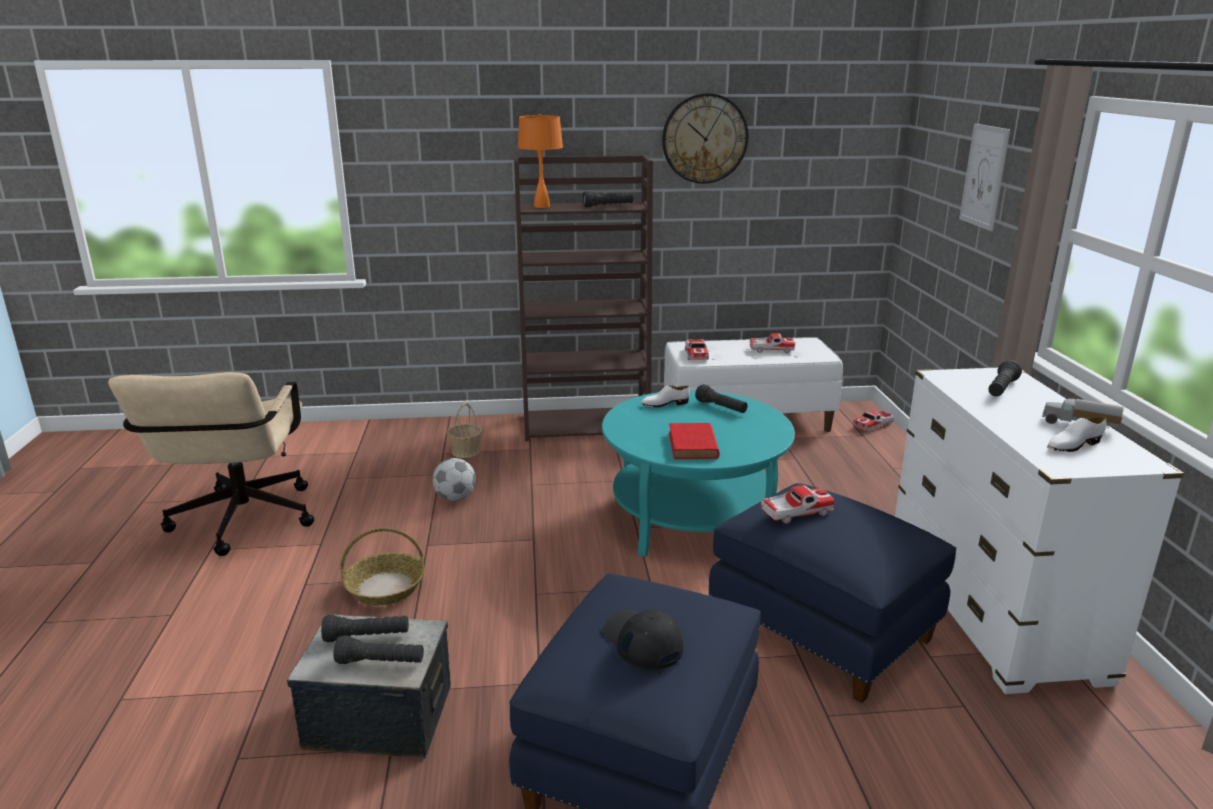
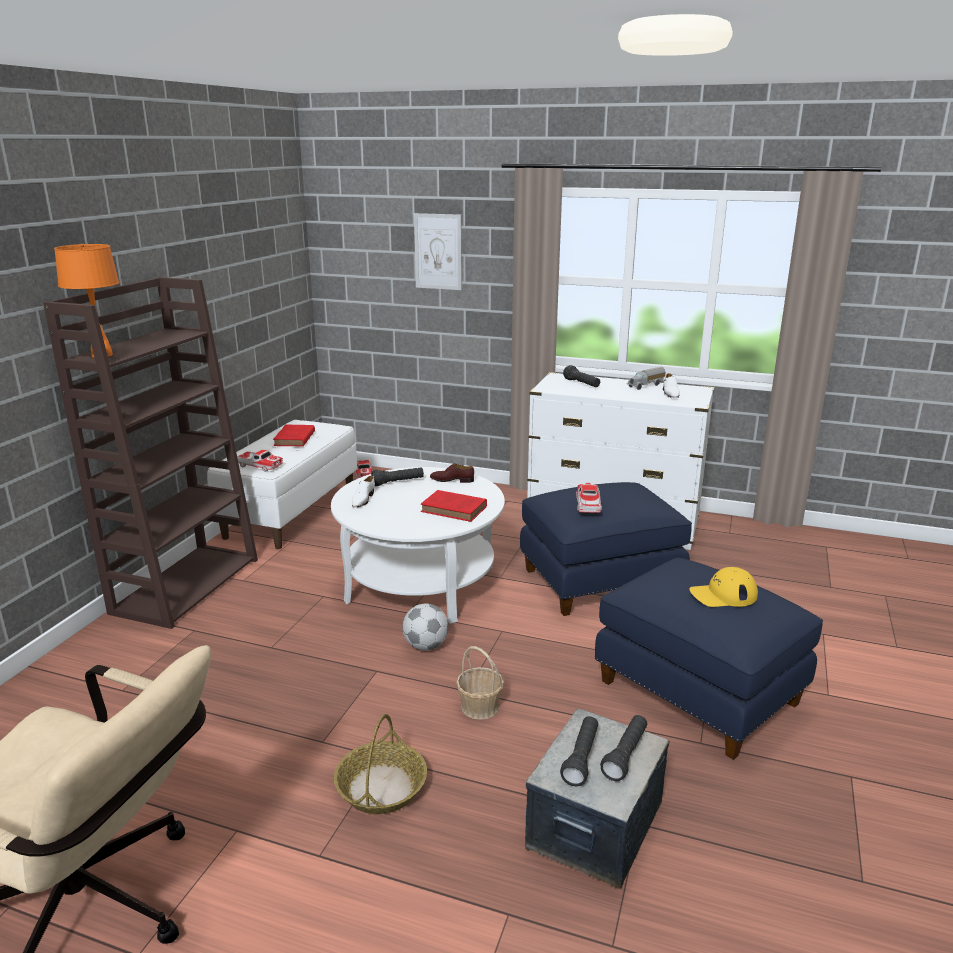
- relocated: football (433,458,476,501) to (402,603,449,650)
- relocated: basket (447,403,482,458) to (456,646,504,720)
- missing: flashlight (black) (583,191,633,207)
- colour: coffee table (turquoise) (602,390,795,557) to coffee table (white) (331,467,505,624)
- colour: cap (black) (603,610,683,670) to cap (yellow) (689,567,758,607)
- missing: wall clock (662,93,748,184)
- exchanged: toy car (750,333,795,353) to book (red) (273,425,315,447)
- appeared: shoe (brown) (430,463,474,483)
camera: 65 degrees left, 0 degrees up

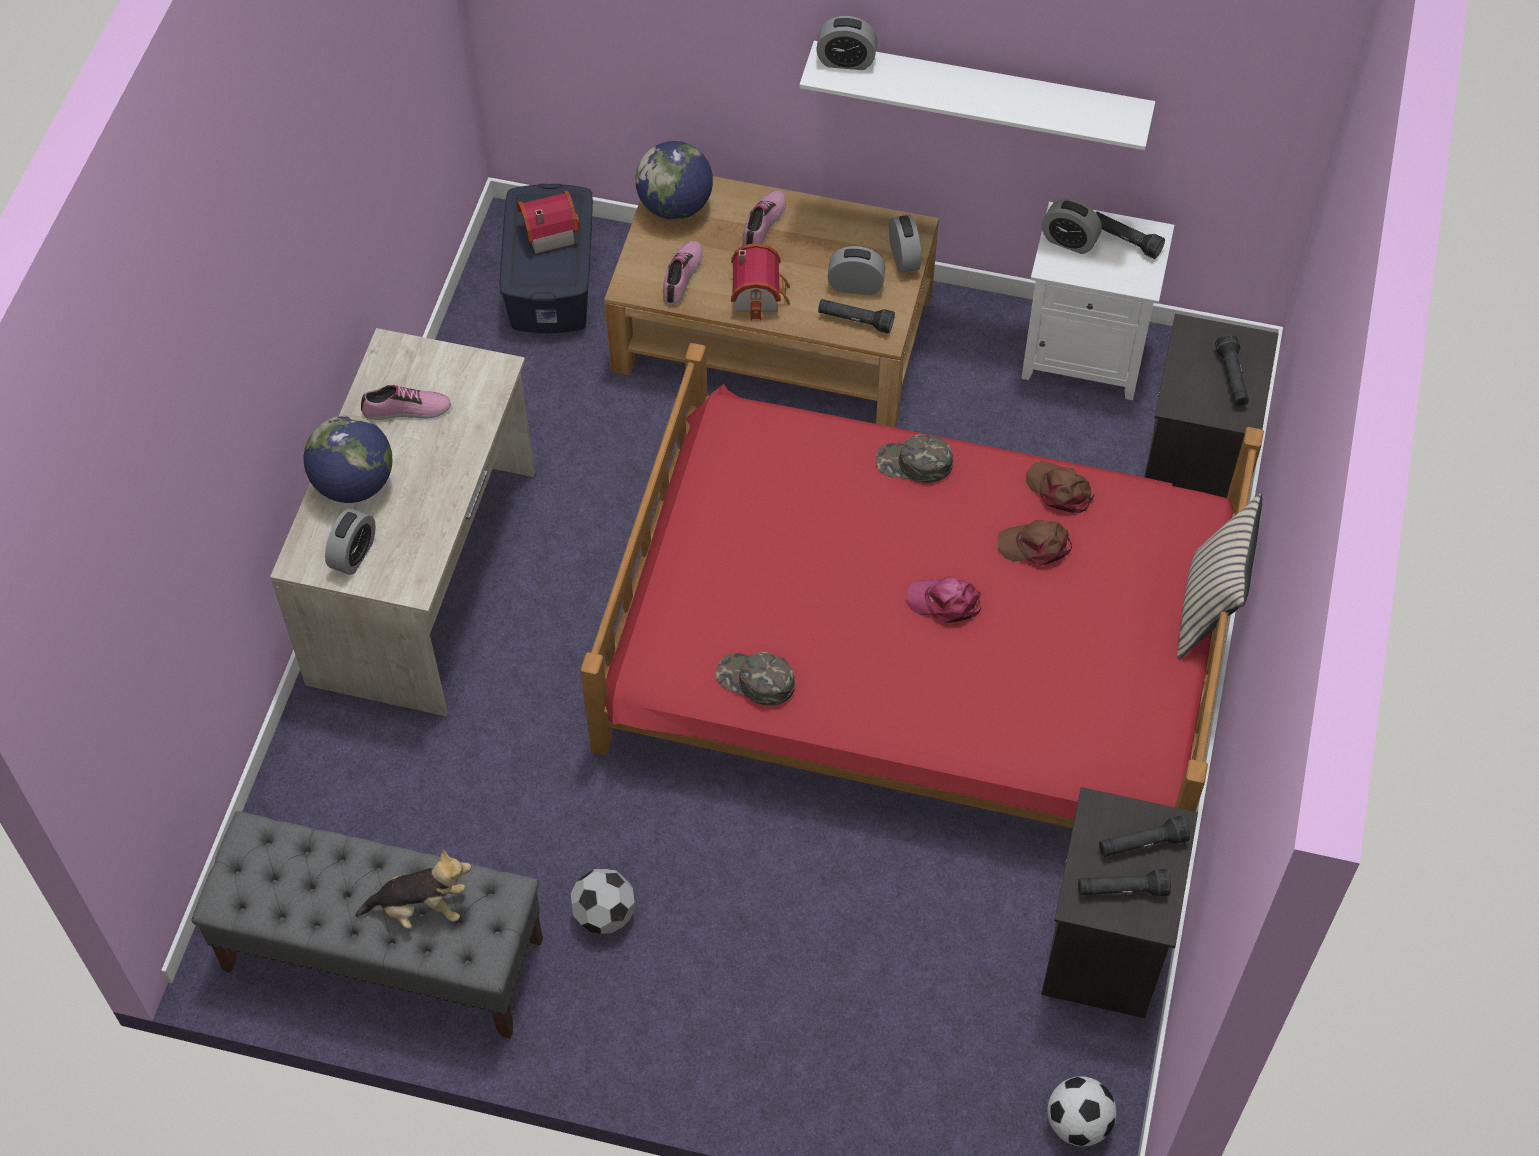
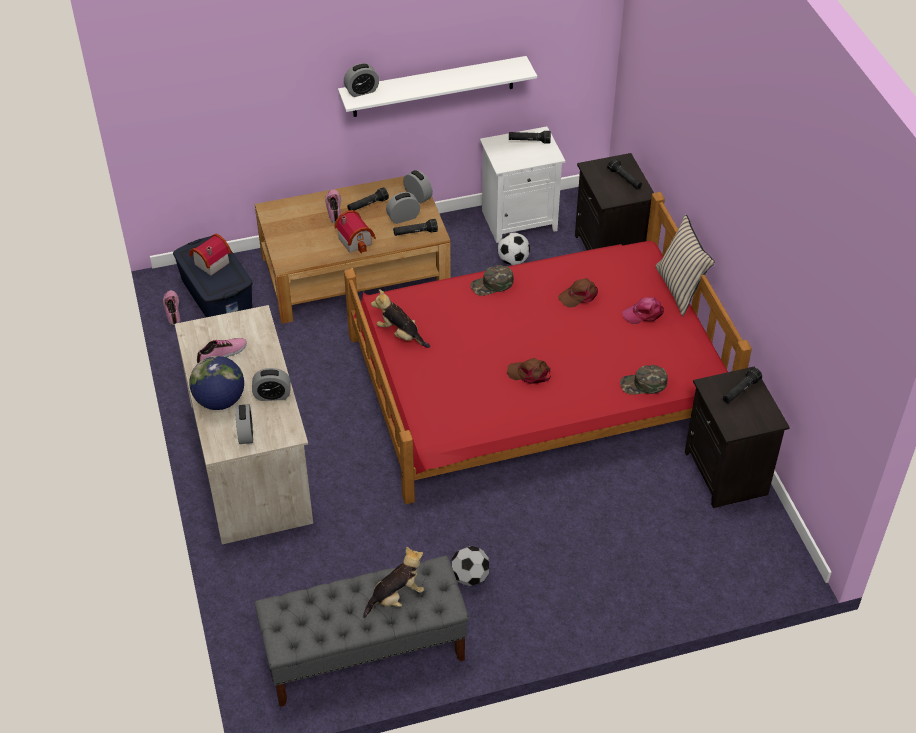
- missing: globe (635,141,713,220)
- relocated: shoe (663,241,703,305) to (163,290,180,325)
- relocated: cap (green) (716,652,795,706) to (620,365,668,395)
- relocated: cap (pink) (906,577,981,623) to (622,297,664,324)
- relocated: cap (brown) (1026,461,1095,513) to (507,358,551,384)
- relocated: alarm clock (1042,199,1102,254) to (252,368,291,401)
- relocated: football (1047,1076,1116,1146) to (498,233,530,265)
- relocated: flashlight (black) (1078,869,1171,897) to (347,187,389,211)
- appeared: plush toy (371,289,430,348)
camera: 30 degrees left, 10 degrees down

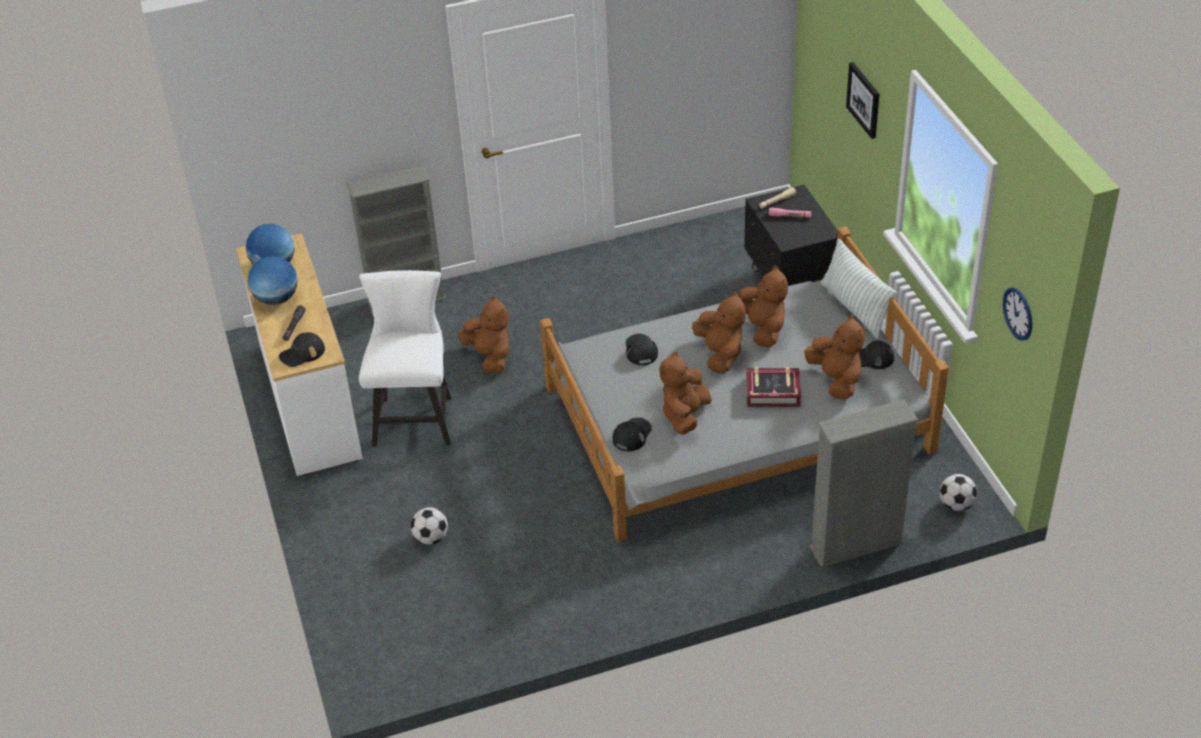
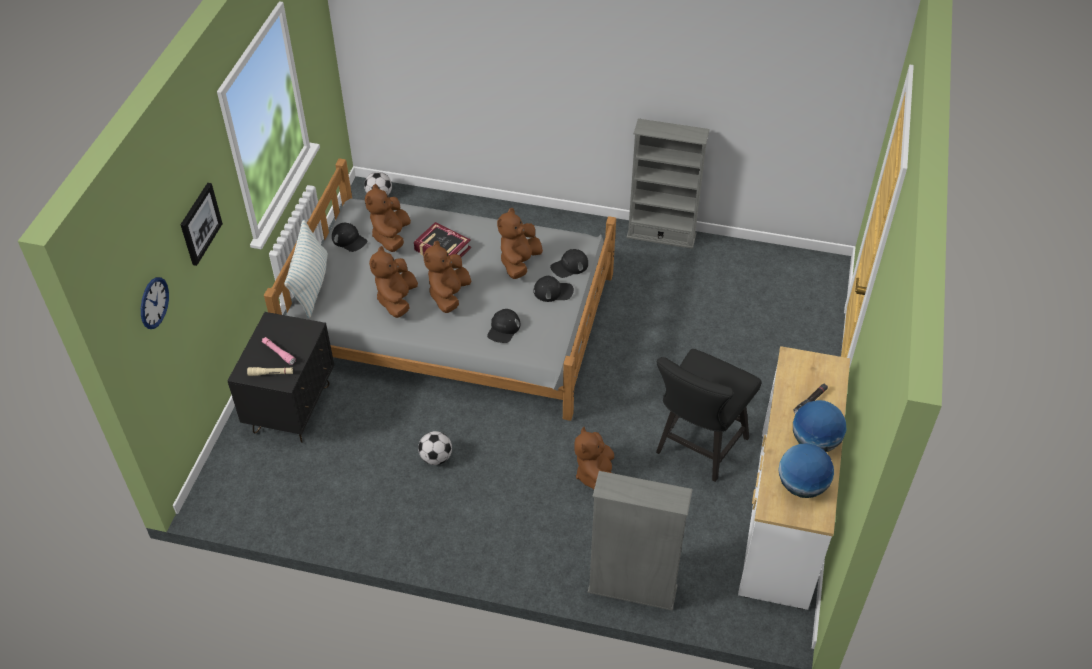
- relocated: cap (black) (279,332,325,367) to (533,276,574,302)
- colour: chair (white) (359,270,451,447) to chair (black) (656,349,762,482)
- relocated: football (411,507,448,545) to (418,431,452,465)
- spun: plush toy (brown) (659,351,712,434) = (497,208,543,279) 150 degrees clockwise
- relocated: bookcase (grey) (809,399,918,568) to (626,119,710,249)
- relocated: wall clock (1003,287,1032,341) to (141,277,169,329)
camera: 150 degrees left, 5 degrees up

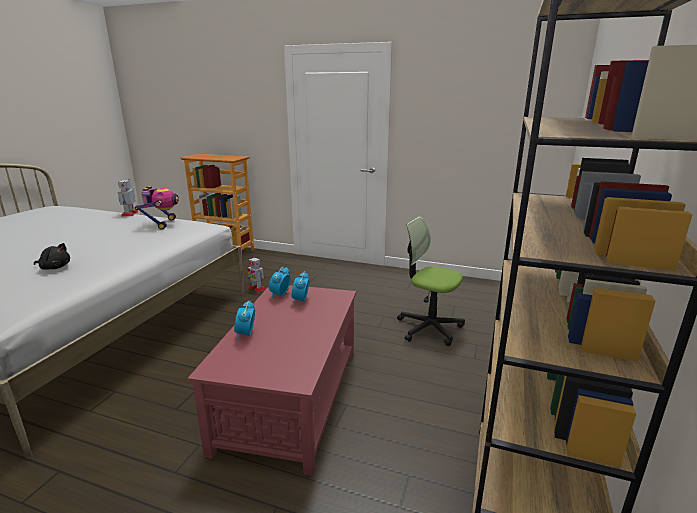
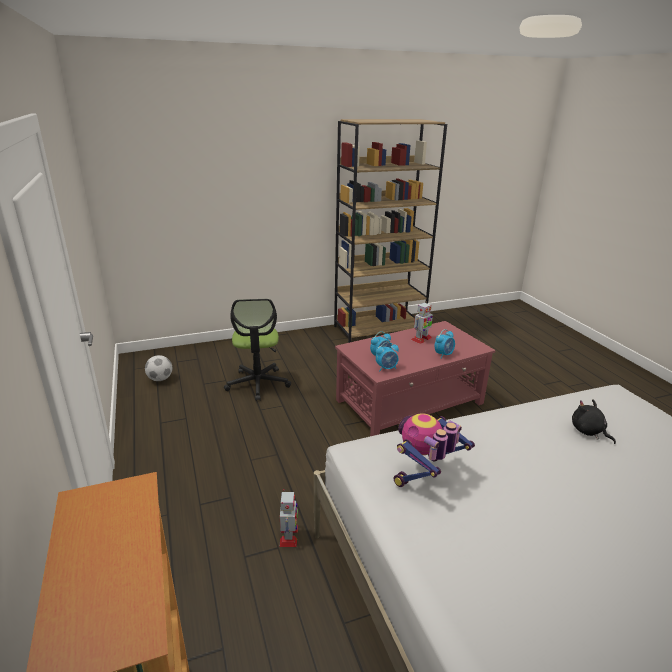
- relocated: toy robot (118,179,139,217) to (411,302,433,344)
- appeared: football (145,355,172,381)
camera: 130 degrees left, 5 degrees up

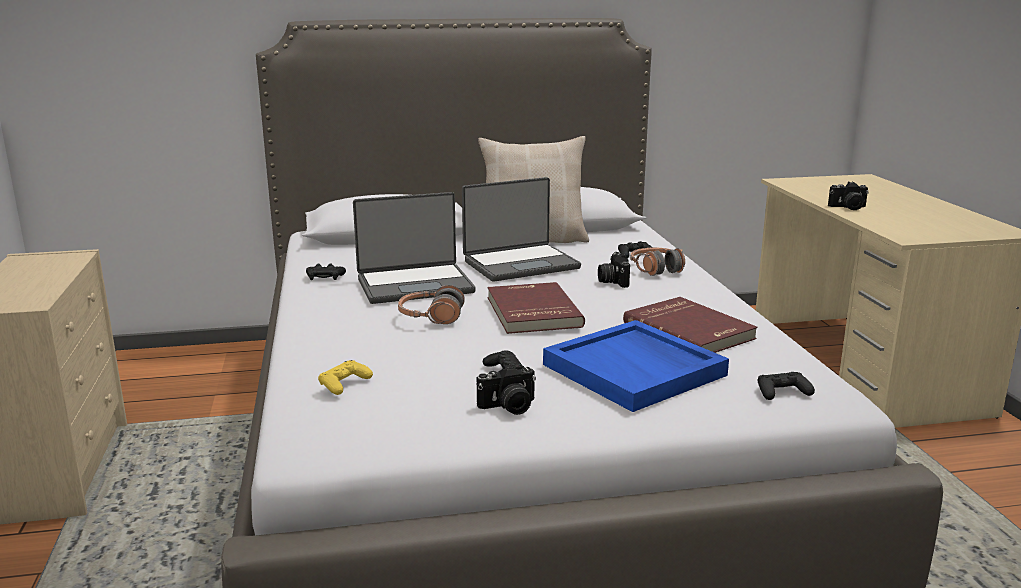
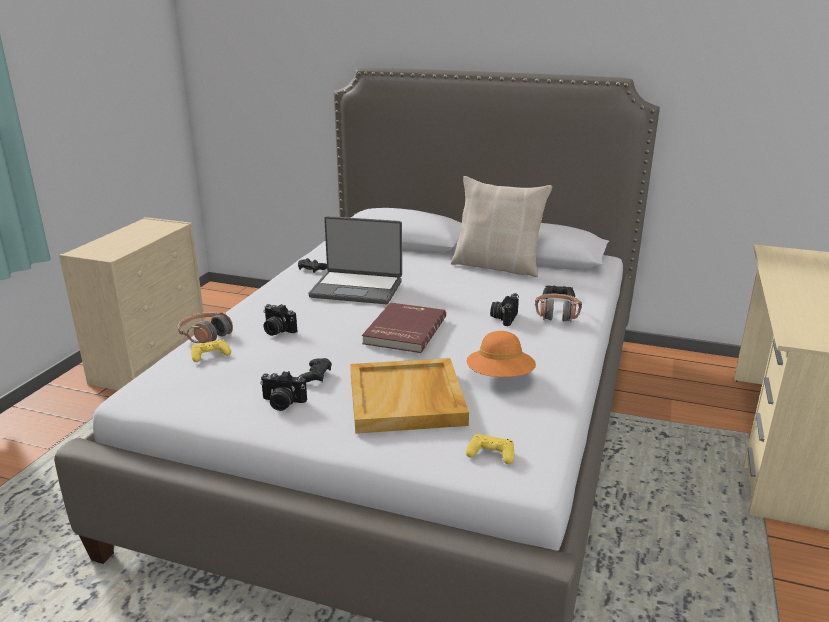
- relocated: headphones (398,285,465,324) to (178,312,233,343)
- missing: laptop (462,177,581,282)
- colour: tray (blue) (543,320,729,412) to tray (beige) (350,358,469,434)
- exchanged: book (red) (623,297,758,353) to hat (orange) (467,331,536,377)
- colour: game controller (black) (757,372,815,400) to game controller (yellow) (466,434,514,464)
- relocated: photo camera (828,182,869,210) to (263,304,297,336)
camera: 30 degrees right, 5 degrees up

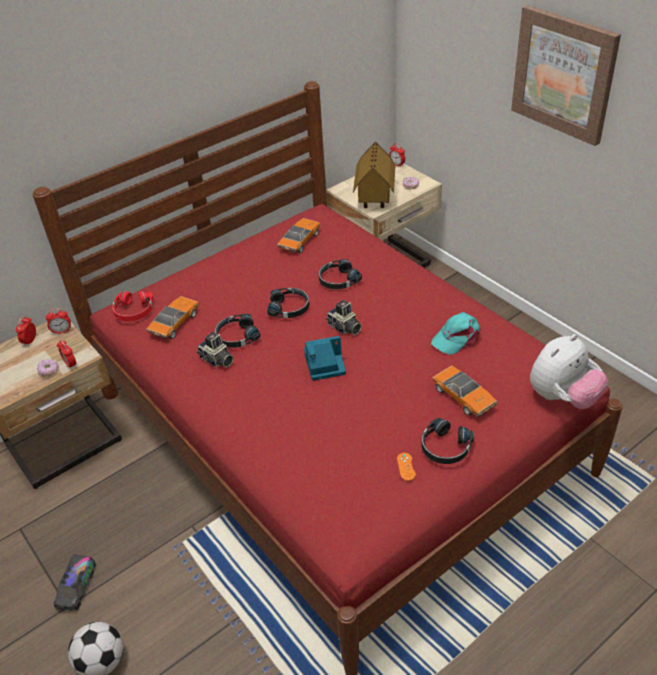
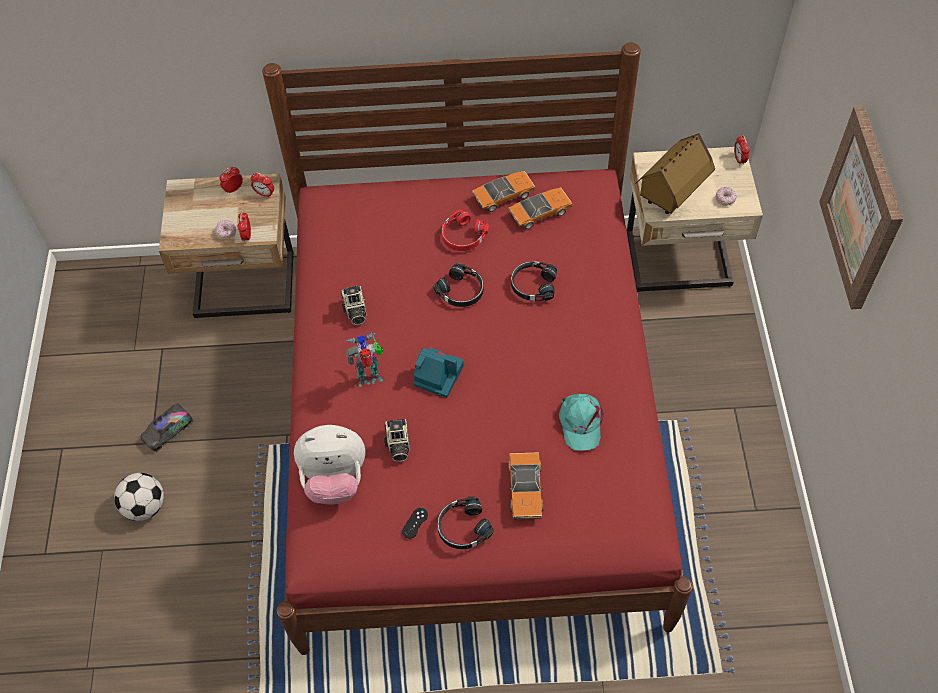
- relocated: headphones (red) (112,291,154,322) to (441,210,489,251)
- relocated: toy car (146,296,199,339) to (472,171,535,212)
- missing: headphones (black) (215,314,261,348)
- relocated: photo camera (326,300,362,335) to (384,418,410,462)
- colour: game controller (orange) (397,453,416,481) to game controller (black) (402,508,428,539)
- spun: cap (turquoise) (431,312,481,355) = (559,394,604,451) 90 degrees counterclockwise
- relocated: plush toy (530,334,608,409) to (294,425,365,504)
- appeared: toy robot (345,332,384,387)
camera: 35 degrees right, 15 degrees up

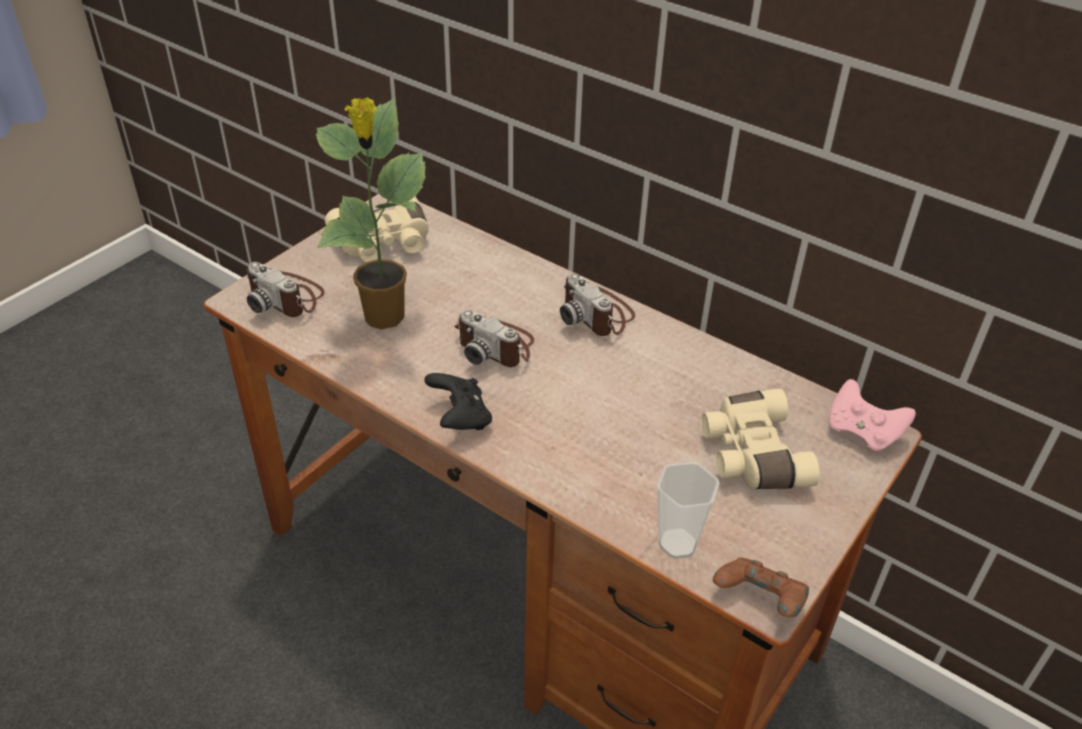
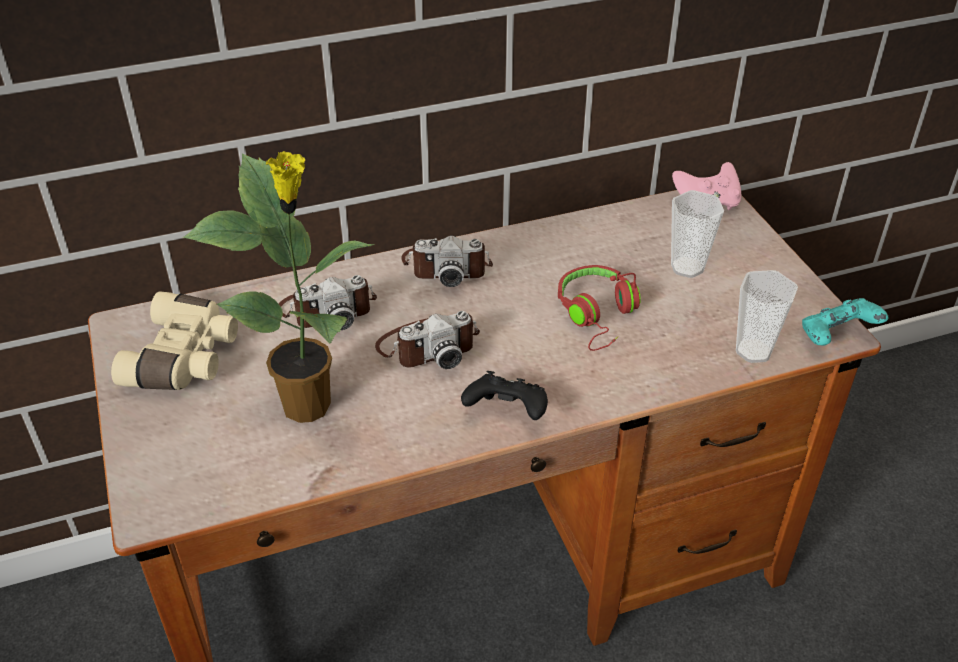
- relocated: photo camera (247,262,325,317) to (279,275,377,330)
- exchanged: binoculars (beige) (701,389,820,489) to cup (671,190,724,278)
- colour: game controller (brown) (713,557,809,617) to game controller (turquoise) (802,298,888,346)
- appeared: headphones (red) (558,265,641,351)
camera: 55 degrees left, 0 degrees up

